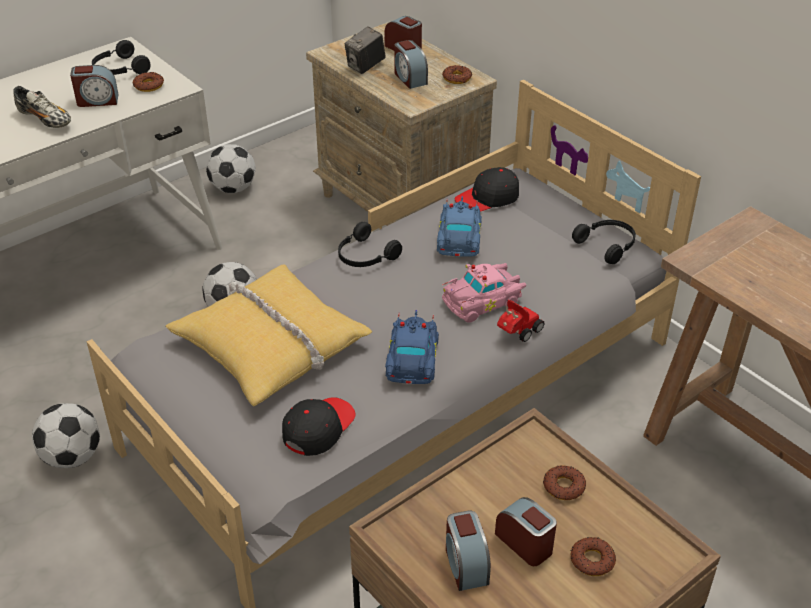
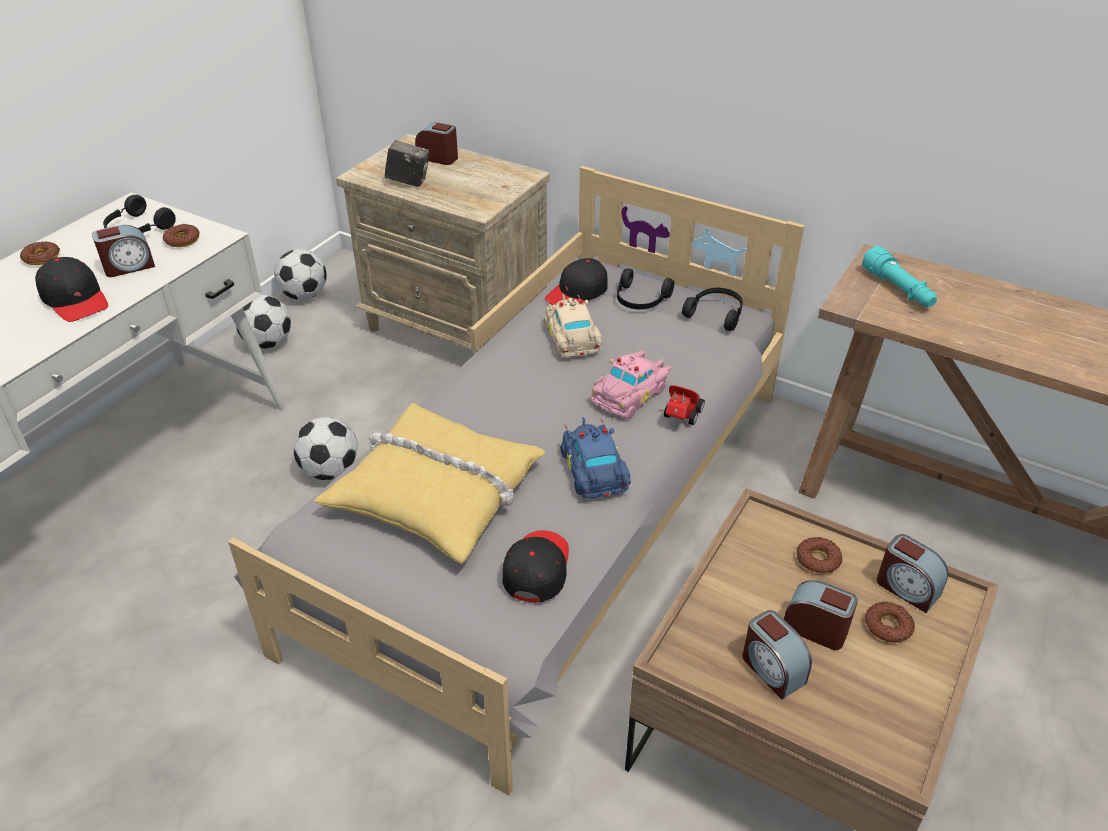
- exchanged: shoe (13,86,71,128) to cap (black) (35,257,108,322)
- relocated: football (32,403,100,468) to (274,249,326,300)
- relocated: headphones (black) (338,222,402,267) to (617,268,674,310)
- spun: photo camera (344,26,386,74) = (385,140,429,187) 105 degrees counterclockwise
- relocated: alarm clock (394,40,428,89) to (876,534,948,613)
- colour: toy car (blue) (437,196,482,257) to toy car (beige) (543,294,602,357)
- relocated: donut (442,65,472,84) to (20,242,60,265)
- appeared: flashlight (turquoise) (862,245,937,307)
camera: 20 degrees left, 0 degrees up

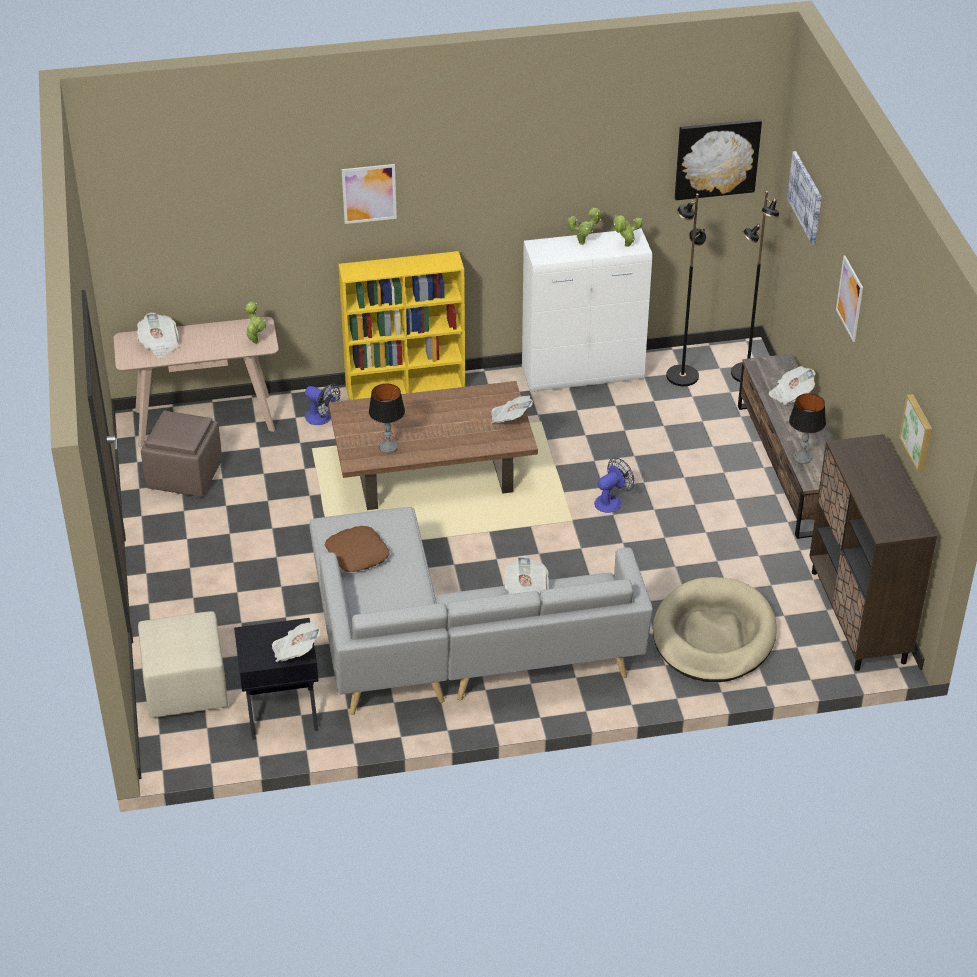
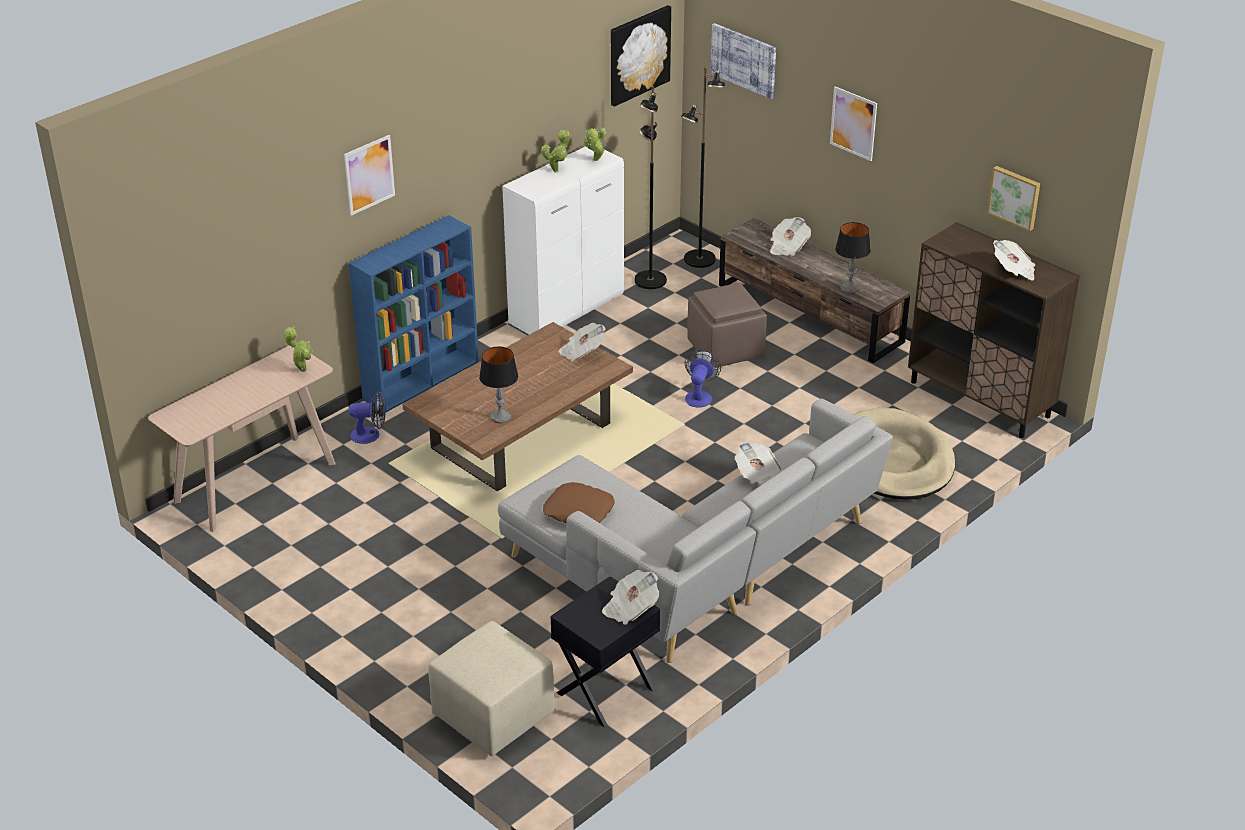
- relocated: newspaper (137,312,179,358) to (993,240,1035,281)
- relocated: ottoman (brown) (141,411,222,497) to (688,283,767,368)
- colour: bookcase (yellow) (338,251,465,400) to bookcase (blue) (349,215,479,413)
camera: 35 degrees left, 5 degrees down

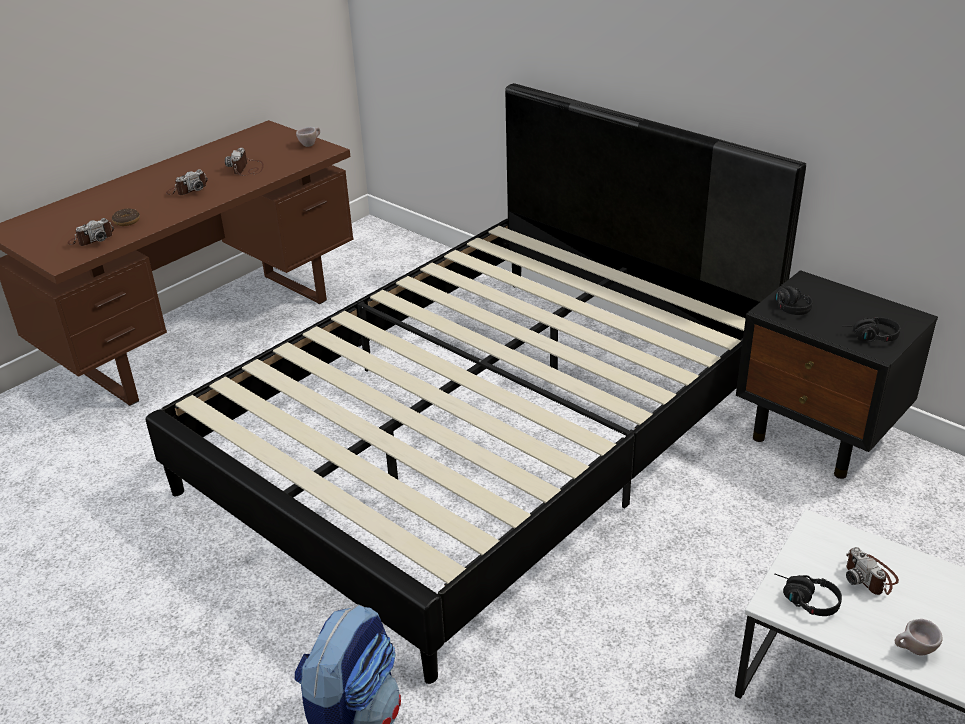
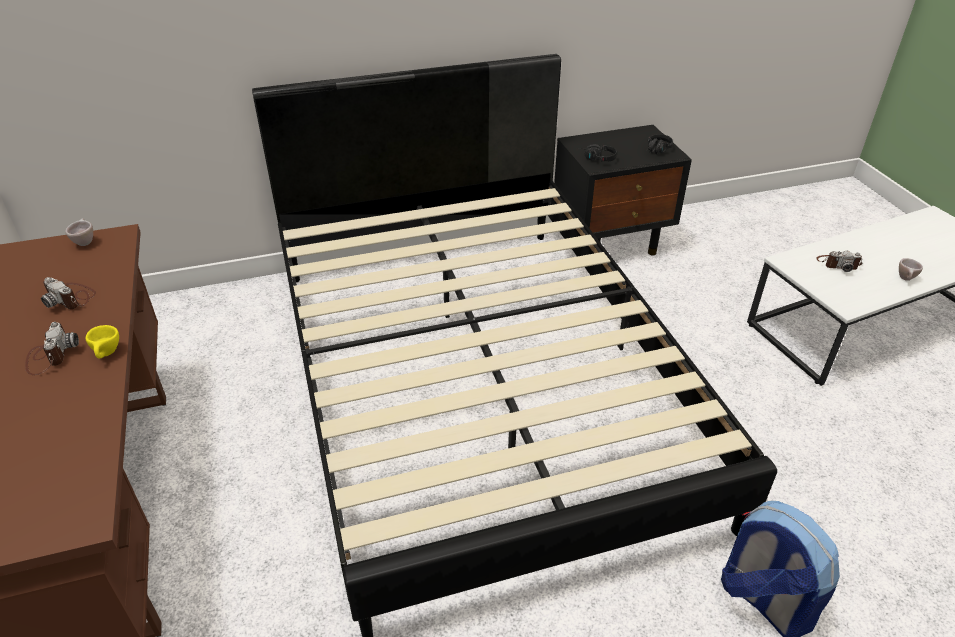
- missing: photo camera (67,218,114,246)
- missing: donut (112,209,140,226)
- missing: headphones (black) (774,573,842,616)
- appeared: cup (yellow) (86,325,119,358)
camera: 60 degrees left, 5 degrees up

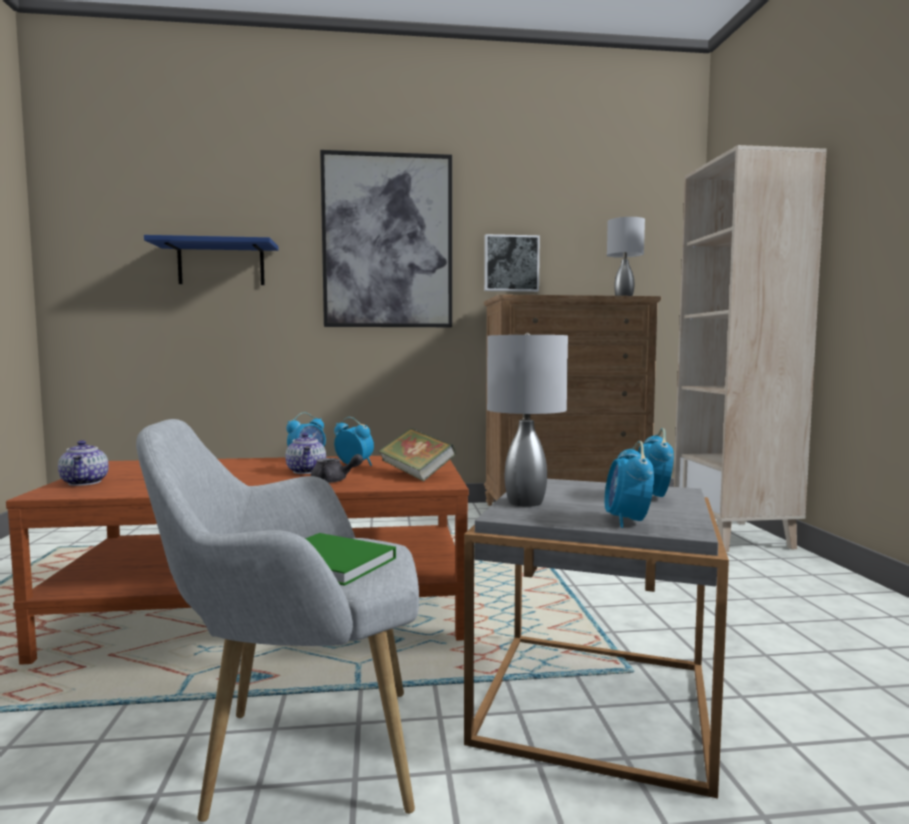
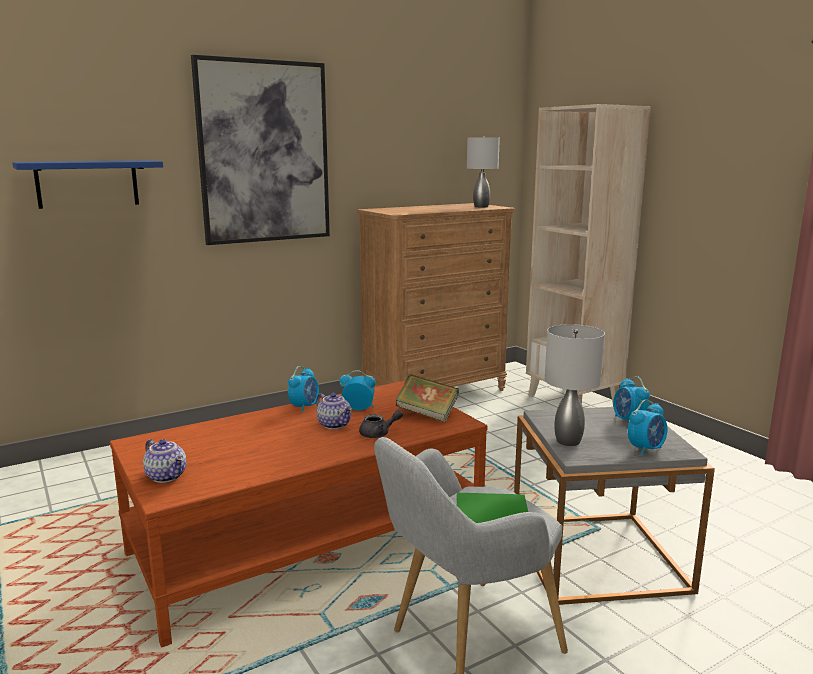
- missing: picture (484,234,540,292)
- spun: alarm clock (605,441,654,528) = (628,399,667,456) 105 degrees counterclockwise
camera: 25 degrees left, 10 degrees up

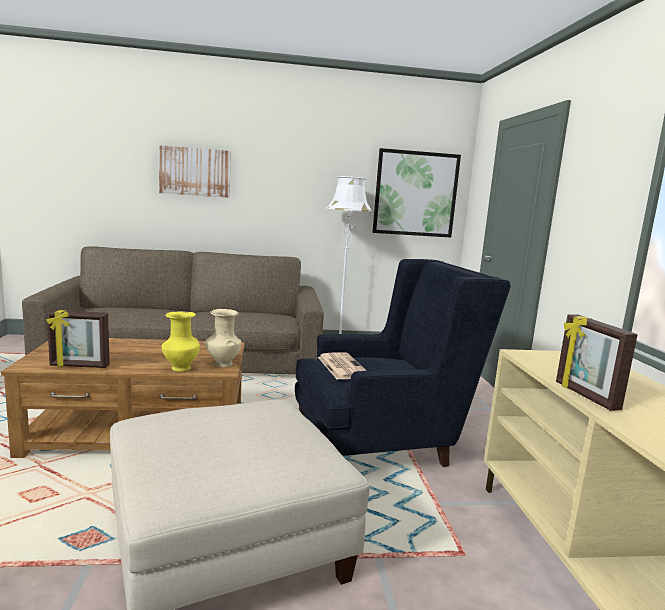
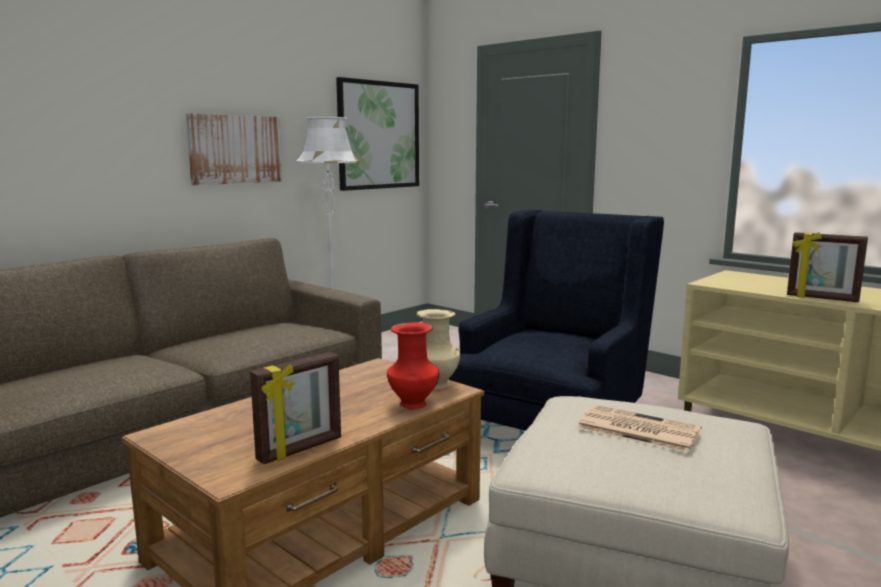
- relocated: picture (159,145,231,198) to (186,113,282,185)
- colour: vase (yellow) (161,311,200,371) to vase (red) (387,322,439,409)
- relocated: newspaper (318,352,366,379) to (577,405,702,453)
camera: 40 degrees left, 0 degrees up

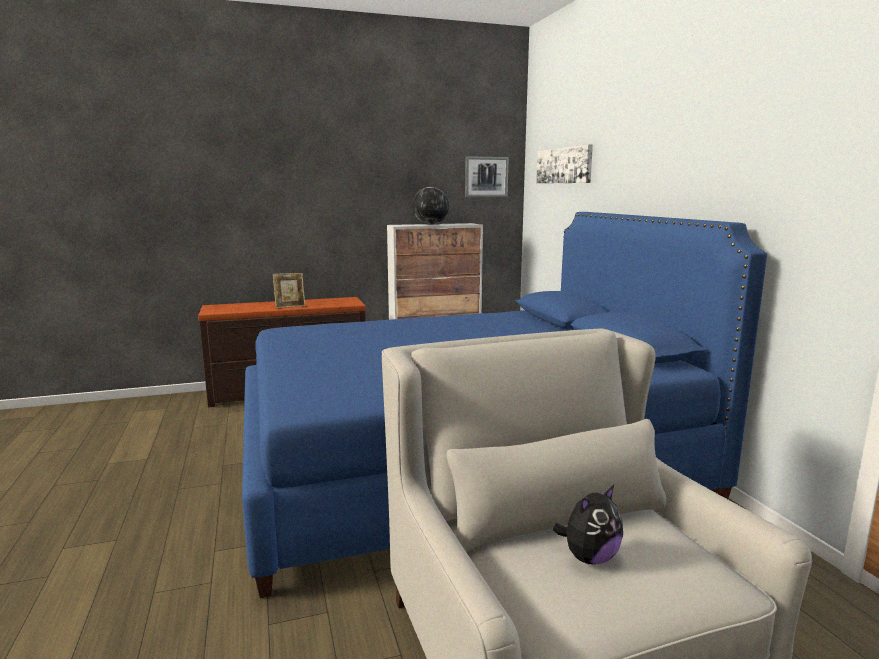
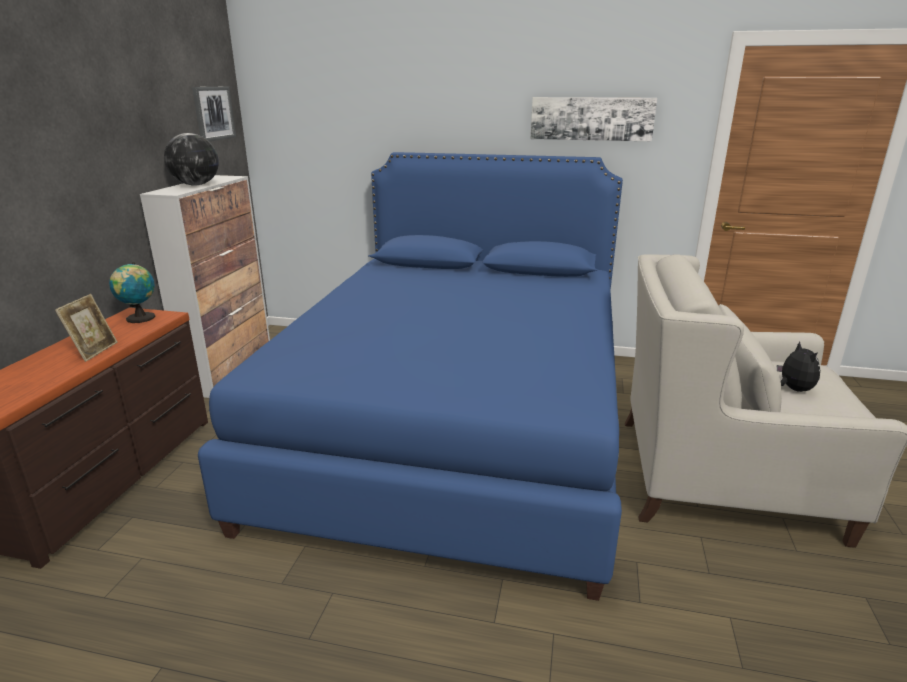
- relocated: picture (536,145,593,184) to (531,97,657,141)
- appeared: globe (109,262,156,323)
camera: 60 degrees left, 10 degrees up

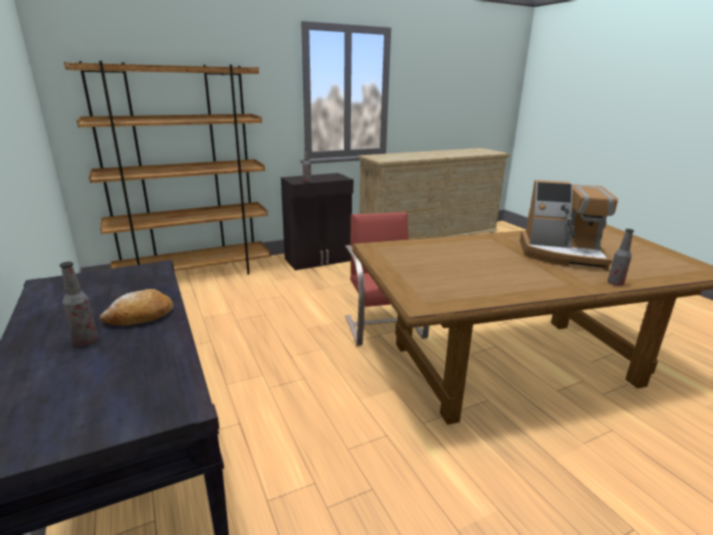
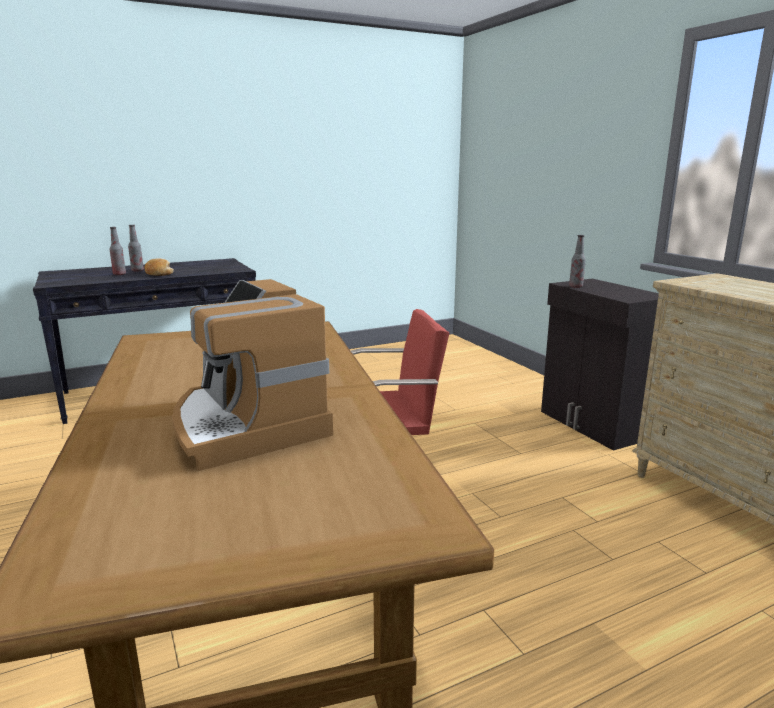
- missing: bookcase (brown) (64,61,271,275)
- spun: coffee machine (520,180,618,271) = (172,279,333,471) 45 degrees counterclockwise
- relocated: bottle (608,229,634,286) to (110,227,126,275)
camera: 90 degrees right, 5 degrees down

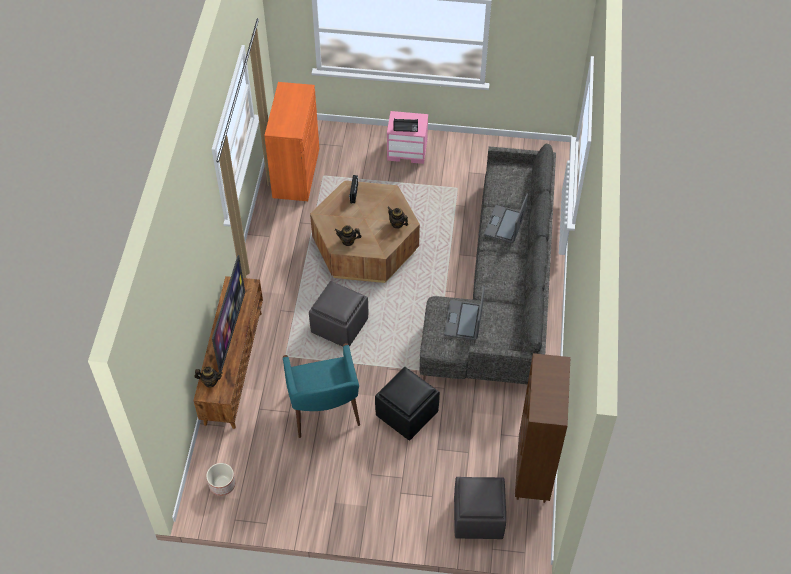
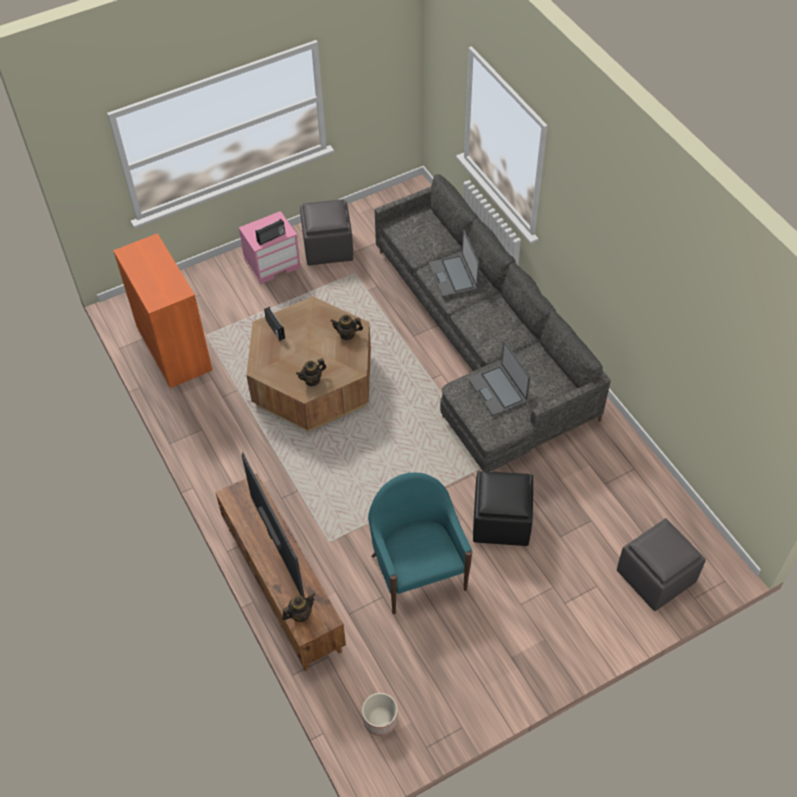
- spun: armchair (turquoise) (283,343,360,438) = (368,473,472,614) 150 degrees counterclockwise
- relocated: ottoman (grey) (309,281,368,347) to (300,199,353,266)
- missing: bookcase (brown) (515,353,570,503)
camera: 35 degrees left, 0 degrees up

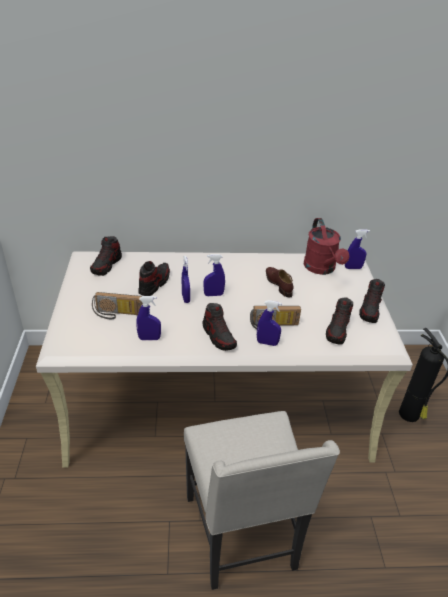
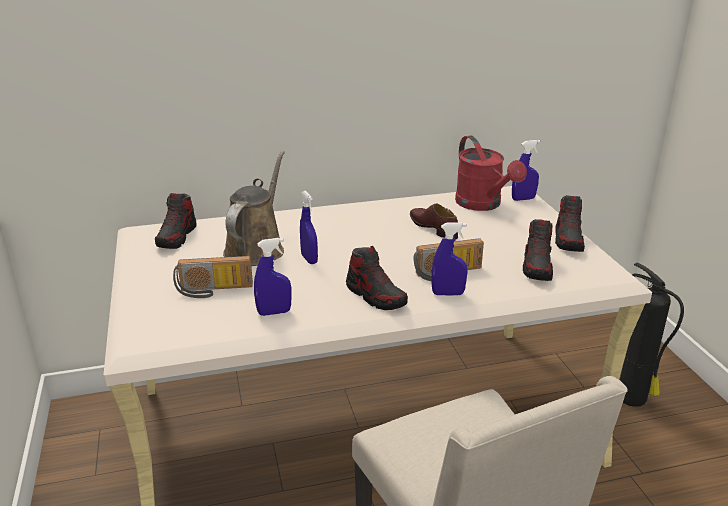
- exchanged: shoe (139,261,170,296) to watering can (brown) (223,151,285,266)
- missing: spray bottle (blue) (203,254,225,296)
camera: 10 degrees left, 10 degrees down

